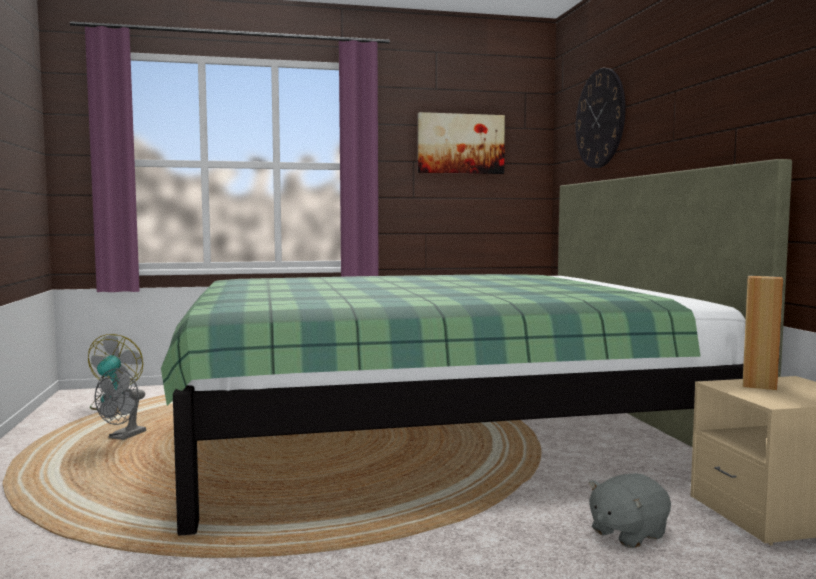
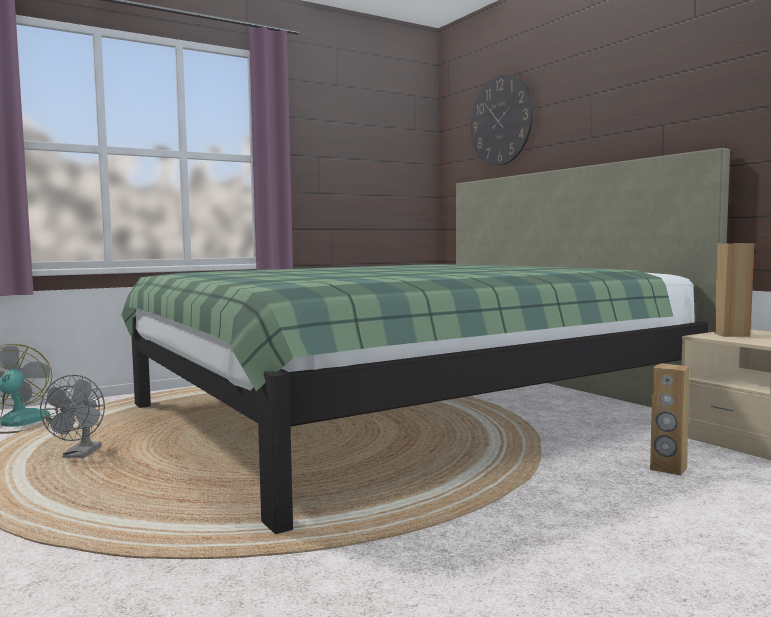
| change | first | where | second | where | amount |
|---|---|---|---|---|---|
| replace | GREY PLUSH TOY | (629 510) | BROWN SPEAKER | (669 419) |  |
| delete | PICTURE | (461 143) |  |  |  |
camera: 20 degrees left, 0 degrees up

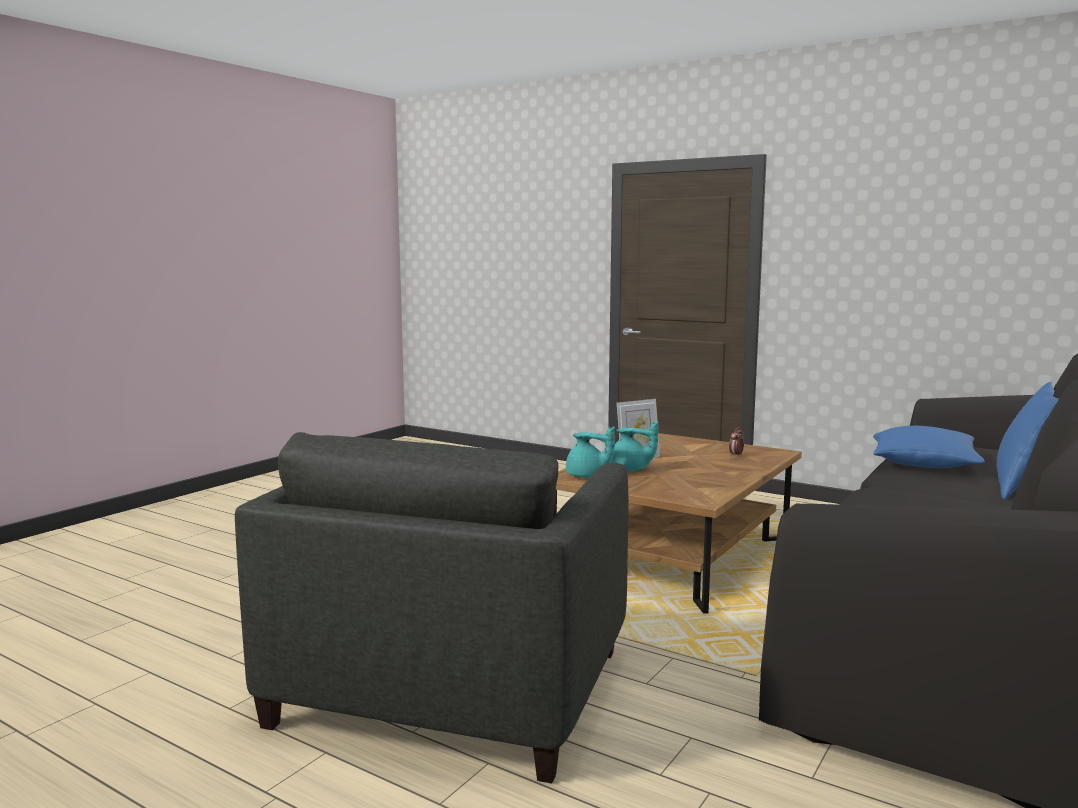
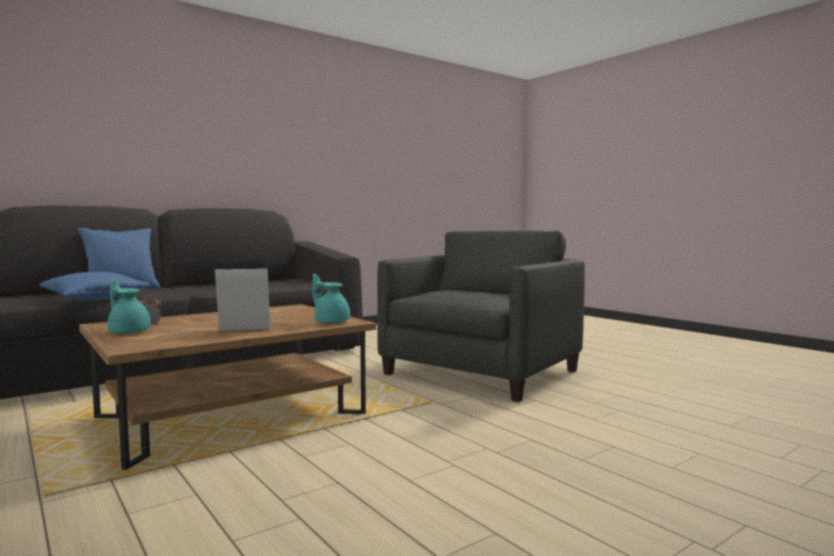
| change | first | where | second | where | amount |
|---|---|---|---|---|---|
| move | TURQUOISE TEAPOT | (634 446) |  | (129 306) |  |
camera: 160 degrees left, 5 degrees down

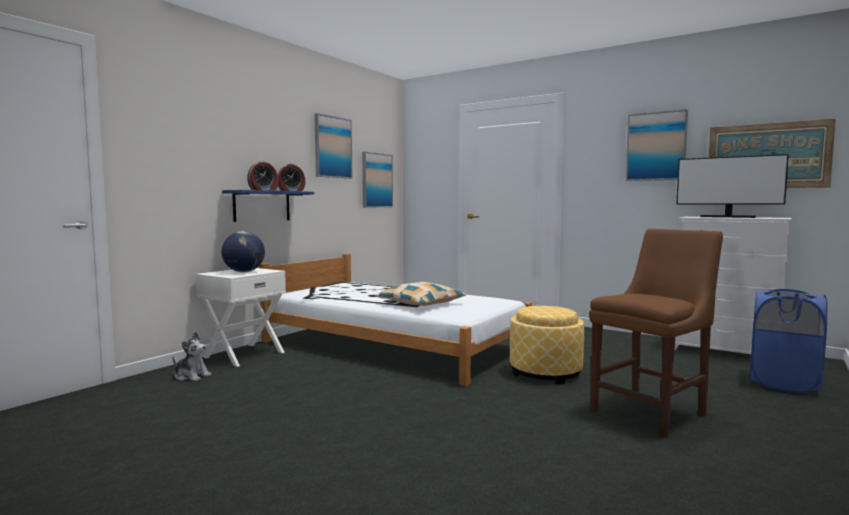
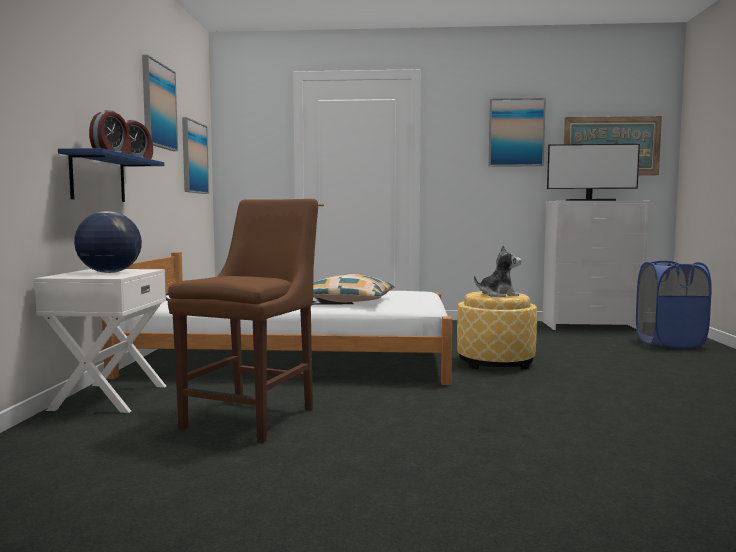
| change | first | where | second | where | amount |
|---|---|---|---|---|---|
| move | BROWN CHAIR | (656 333) |  | (243 321) |  |
| move | PLUSH TOY | (191 356) |  | (497 271) |  |
camera: 30 degrees left, 0 degrees up

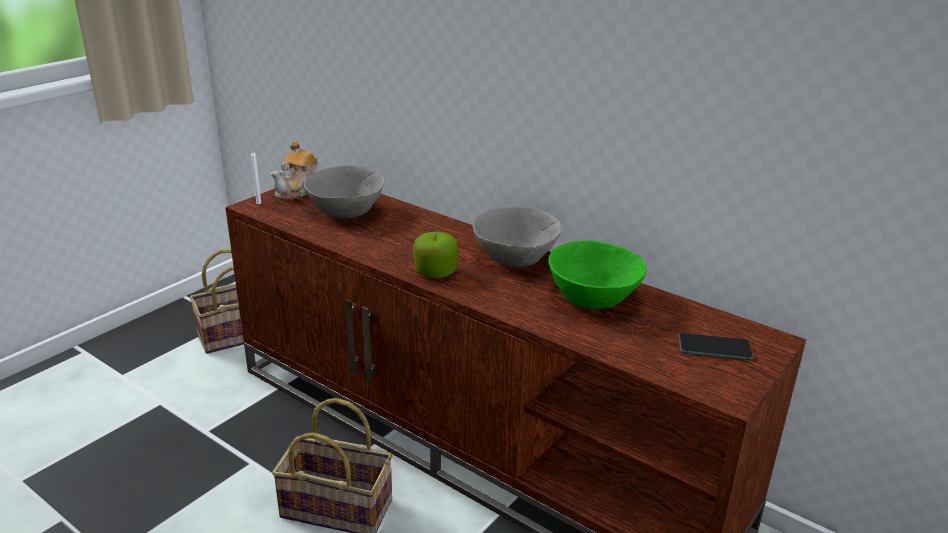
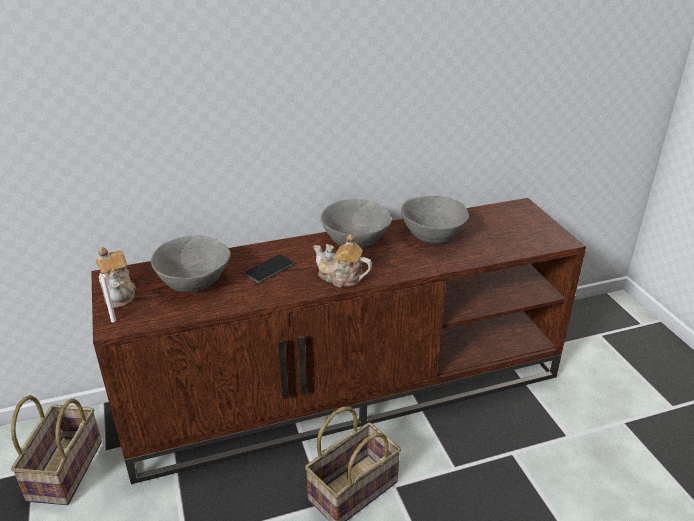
| change | first | where | second | where | amount |
|---|---|---|---|---|---|
| move | PHONE | (716 346) |  | (269 269) |  |
| replace | APPLE | (435 255) | TEAPOT | (342 261) |  |
| recolor | GREEN BOWL | (597 274) | GREY BOWL | (435 220) |  |
camera: 55 degrees left, 5 degrees up

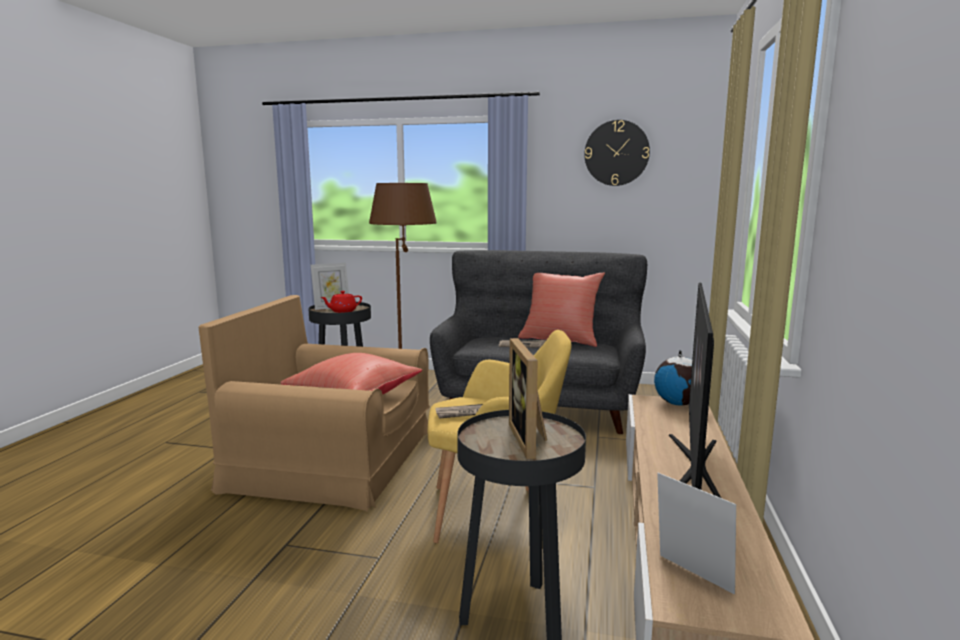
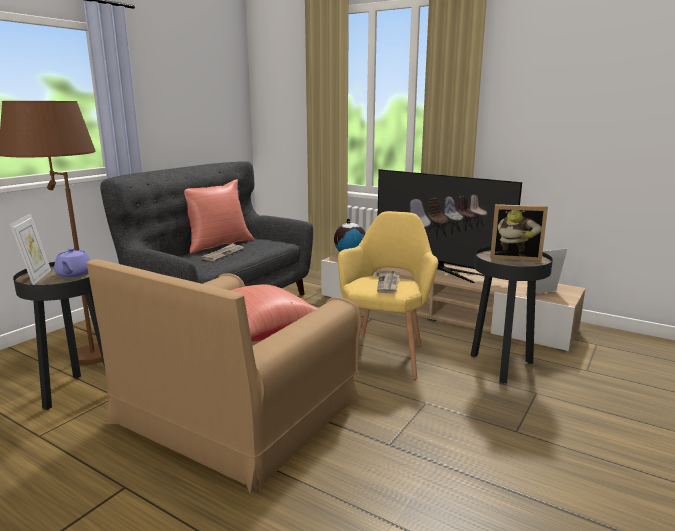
| change | first | where | second | where | amount |
|---|---|---|---|---|---|
| recolor | RED TEAPOT | (341 302) | PURPLE TEAPOT | (72 263) |  |
| delete | WALL CLOCK | (617 153) |  |  |  |
camera: 70 degrees left, 5 degrees up

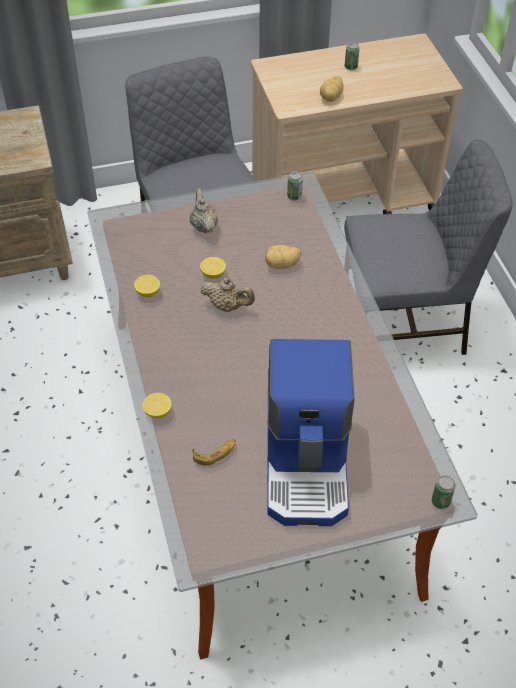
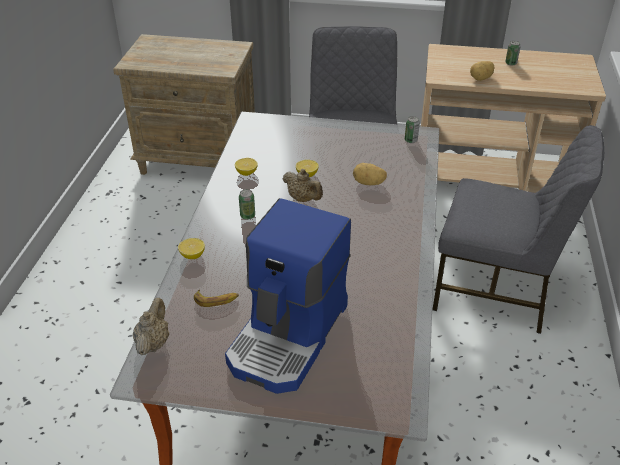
| change | first | where | second | where | amount |
|---|---|---|---|---|---|
| move | BEIGE TEAPOT | (203 211) |  | (151 326) |  |
| move | CAN | (443 492) |  | (247 204) |  |
camera: 25 degrees right, 10 degrees down

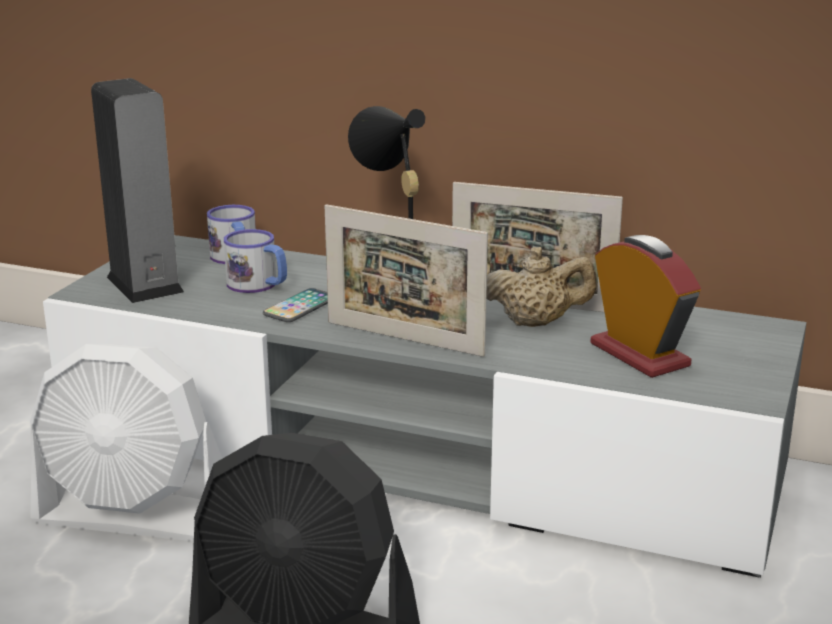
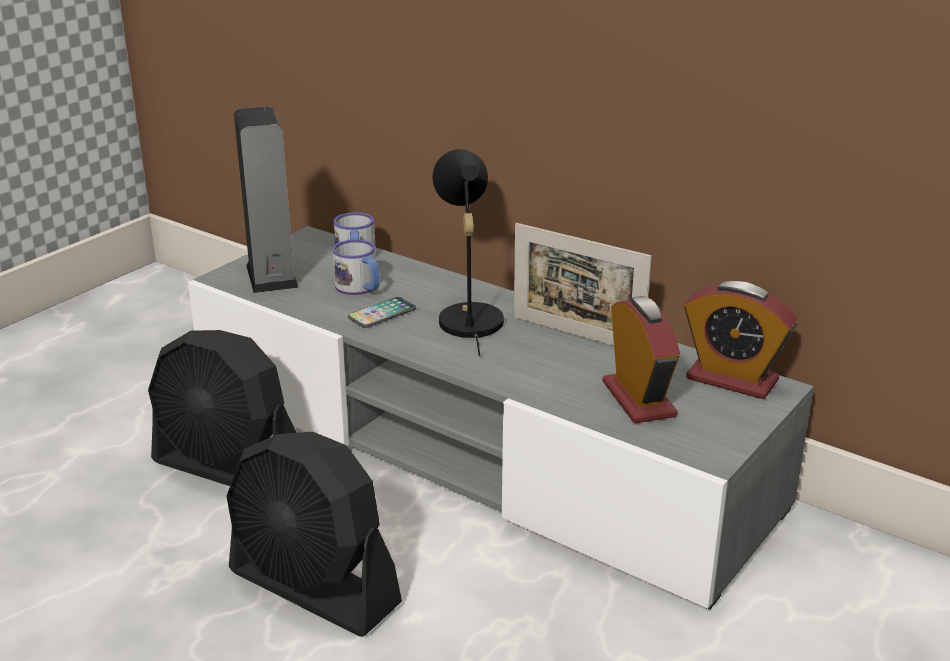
| change | first | where | second | where | amount |
|---|---|---|---|---|---|
| recolor | WHITE FAN | (126 442) | BLACK FAN | (222 408) |  |
| insert |  |  | ALARM CLOCK | (740 340) |  |
| delete | PICTURE FRAME | (406 280) |  |  |  |
| delete | BEIGE TEAPOT | (541 287) |  |  |  |
camera: 15 degrees right, 5 degrees up

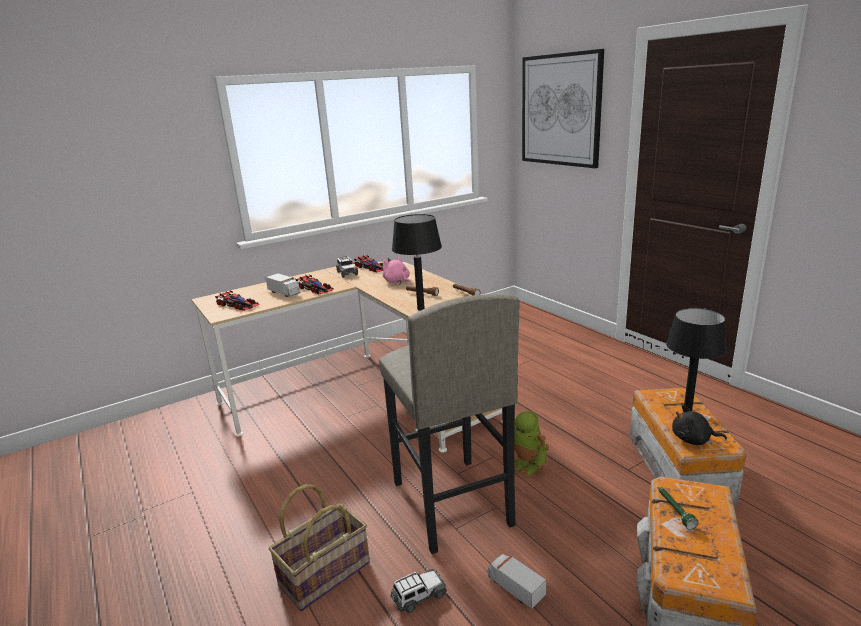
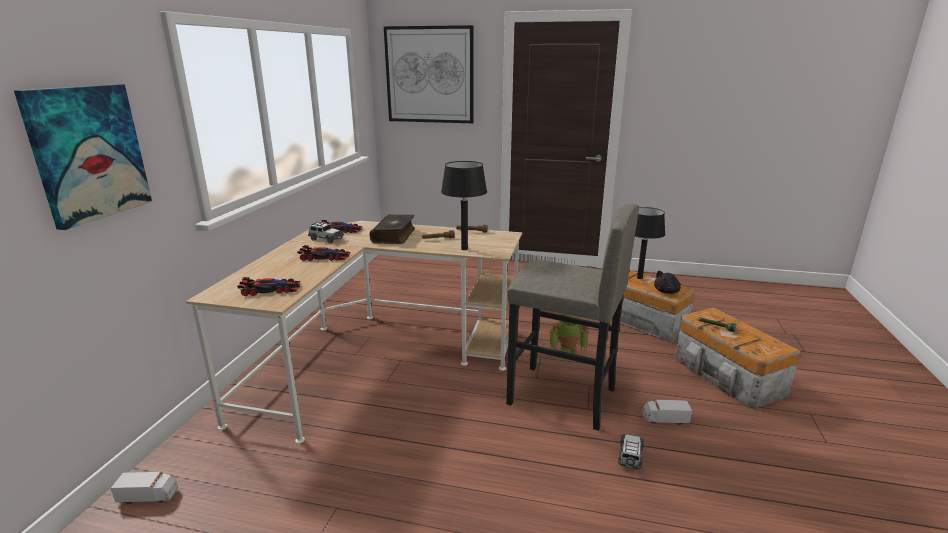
| change | first | where | second | where | amount |
|---|---|---|---|---|---|
| insert |  |  | PICTURE | (83 157) |  |
| move | TOY TRUCK | (283 285) |  | (144 487) |  |
| replace | PINK PLUSH TOY | (396 270) | BOOK | (392 229) |  |
| delete | BASKET | (319 547) |  |  |  |
camera: 45 degrees left, 0 degrees up

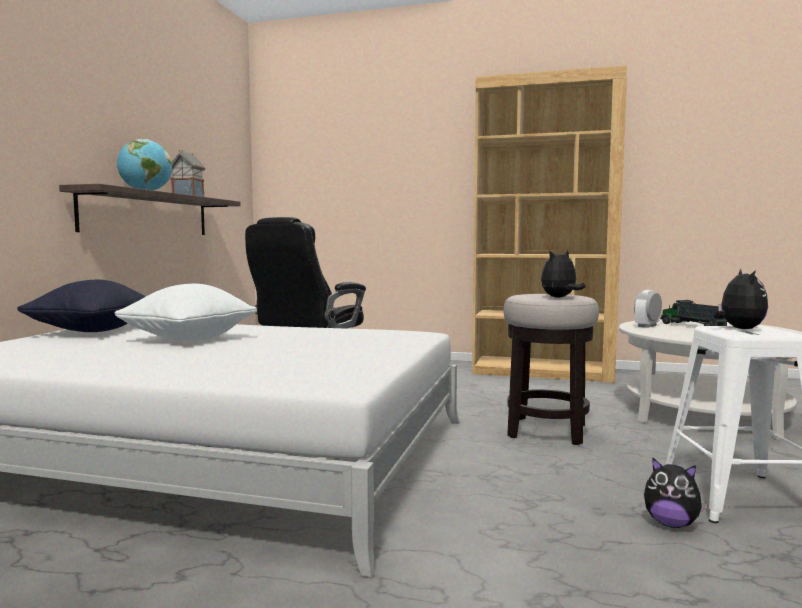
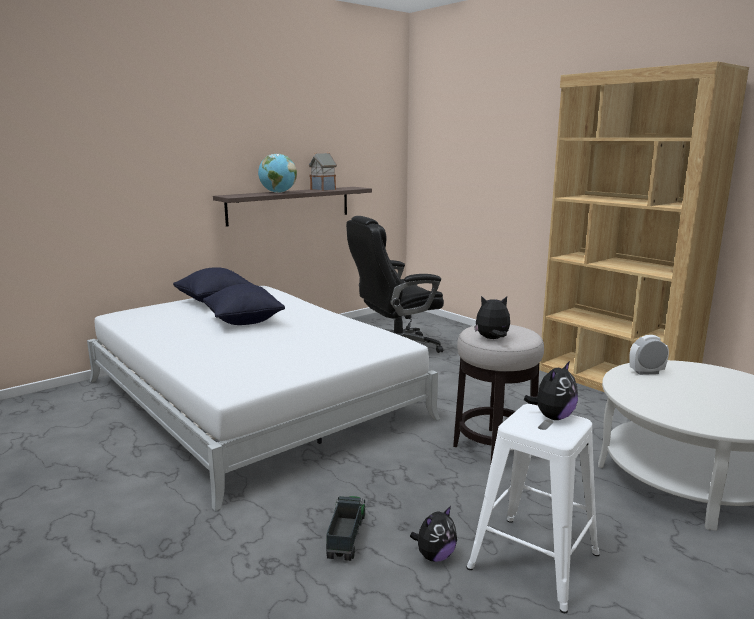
| change | first | where | second | where | amount |
|---|---|---|---|---|---|
| recolor | WHITE PILLOW | (186 312) | BLACK PILLOW | (244 304) |  |
| move | TOY TRUCK | (694 313) |  | (345 528) |  |
| rotate | PLUSH TOY | (676 493) |  | (433 534) | 105 degrees counterclockwise |
camera: 35 degrees right, 10 degrees up

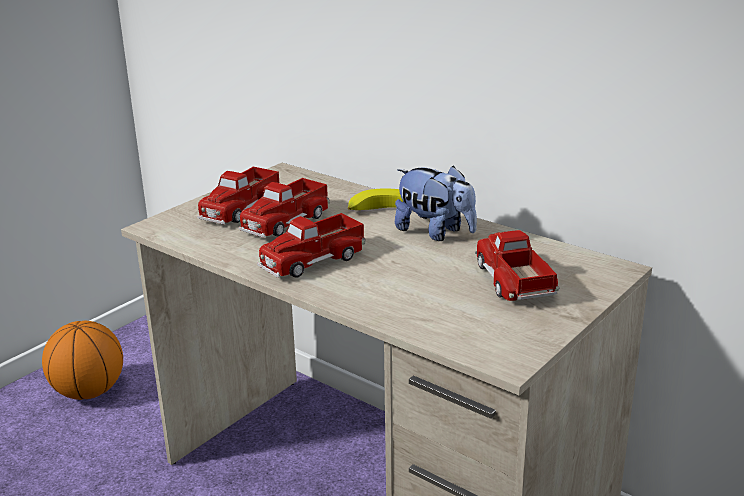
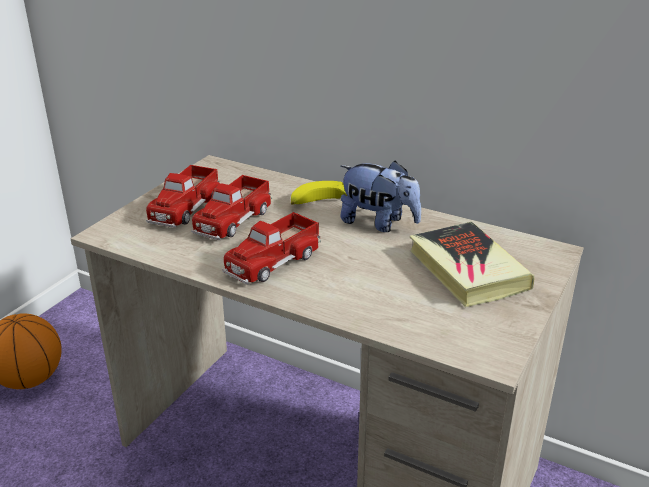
| change | first | where | second | where | amount |
|---|---|---|---|---|---|
| replace | TOY TRUCK | (517 265) | BOOK | (472 264) |  |
camera: 10 degrees left, 5 degrees up

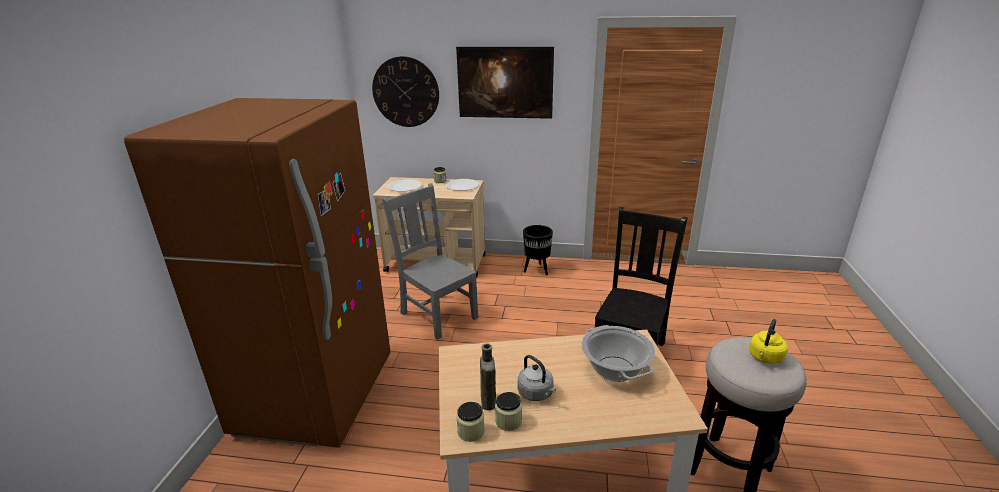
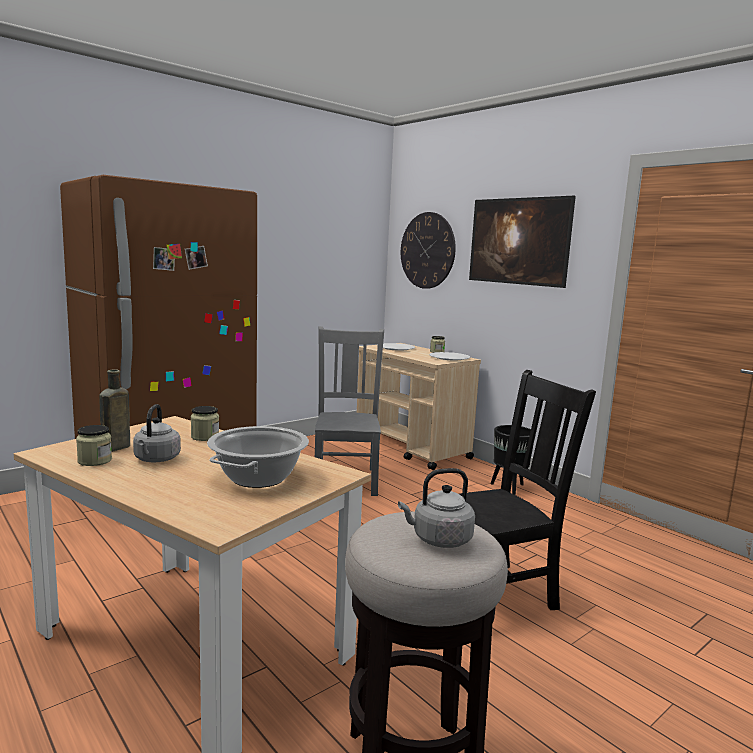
| change | first | where | second | where | amount |
|---|---|---|---|---|---|
| move | JAR | (471 422) |  | (205 423) |  |
| recolor | YELLOW KETTLE | (768 341) | GREY KETTLE | (436 508) |  |
camera: 40 degrees right, 15 degrees down

